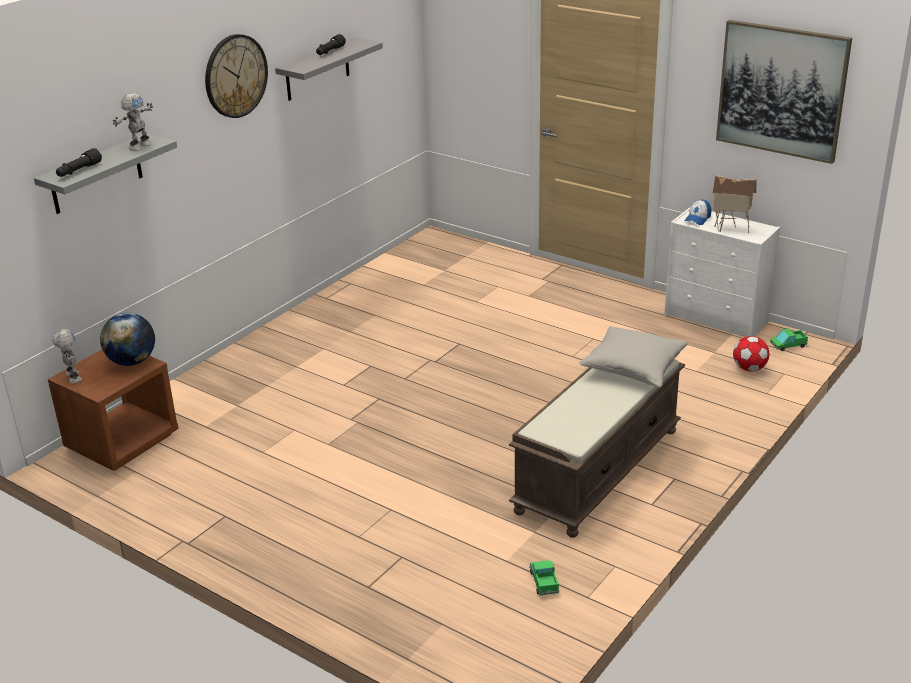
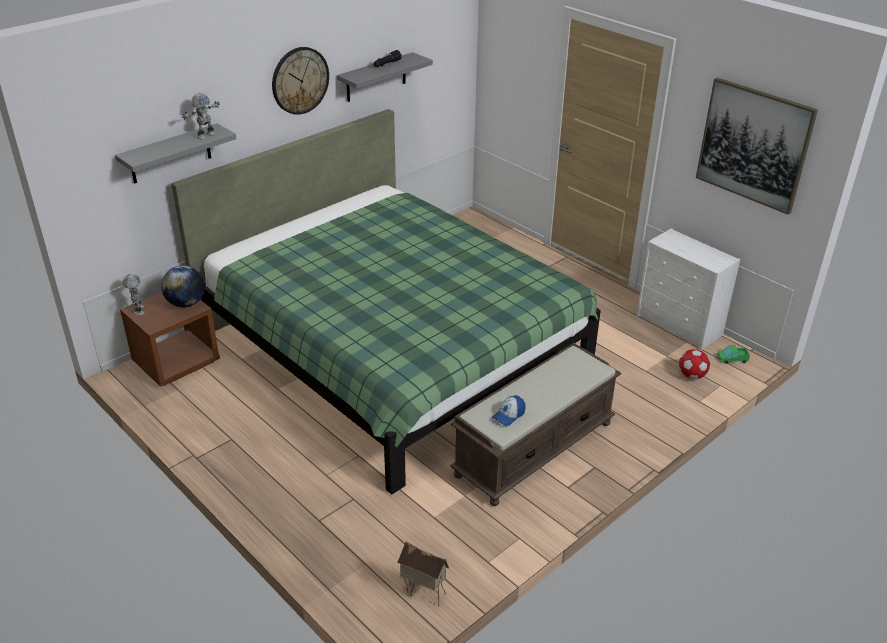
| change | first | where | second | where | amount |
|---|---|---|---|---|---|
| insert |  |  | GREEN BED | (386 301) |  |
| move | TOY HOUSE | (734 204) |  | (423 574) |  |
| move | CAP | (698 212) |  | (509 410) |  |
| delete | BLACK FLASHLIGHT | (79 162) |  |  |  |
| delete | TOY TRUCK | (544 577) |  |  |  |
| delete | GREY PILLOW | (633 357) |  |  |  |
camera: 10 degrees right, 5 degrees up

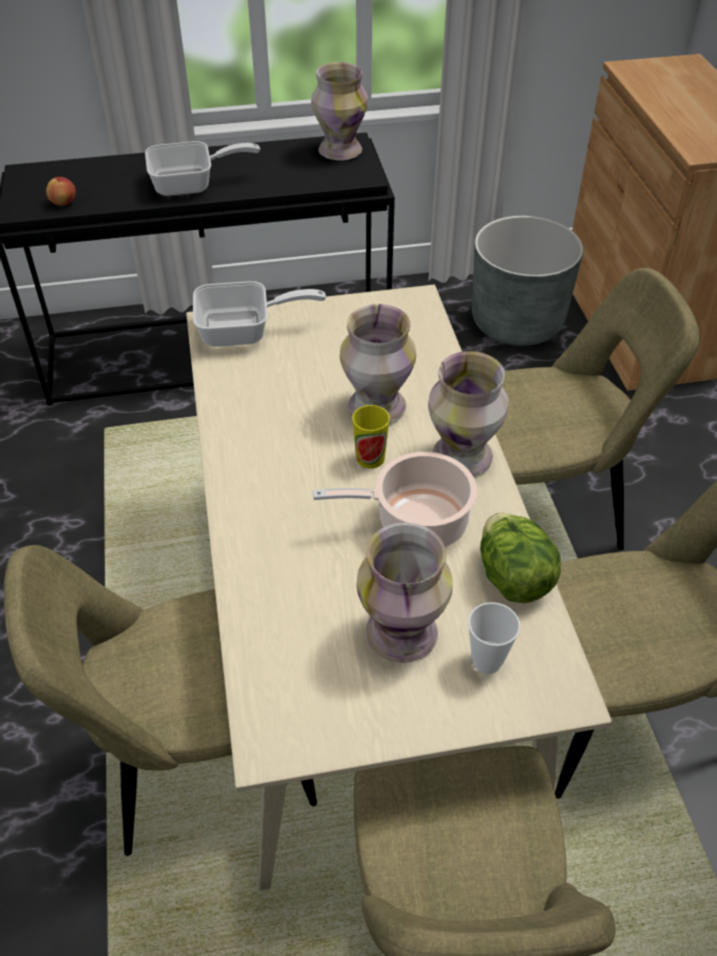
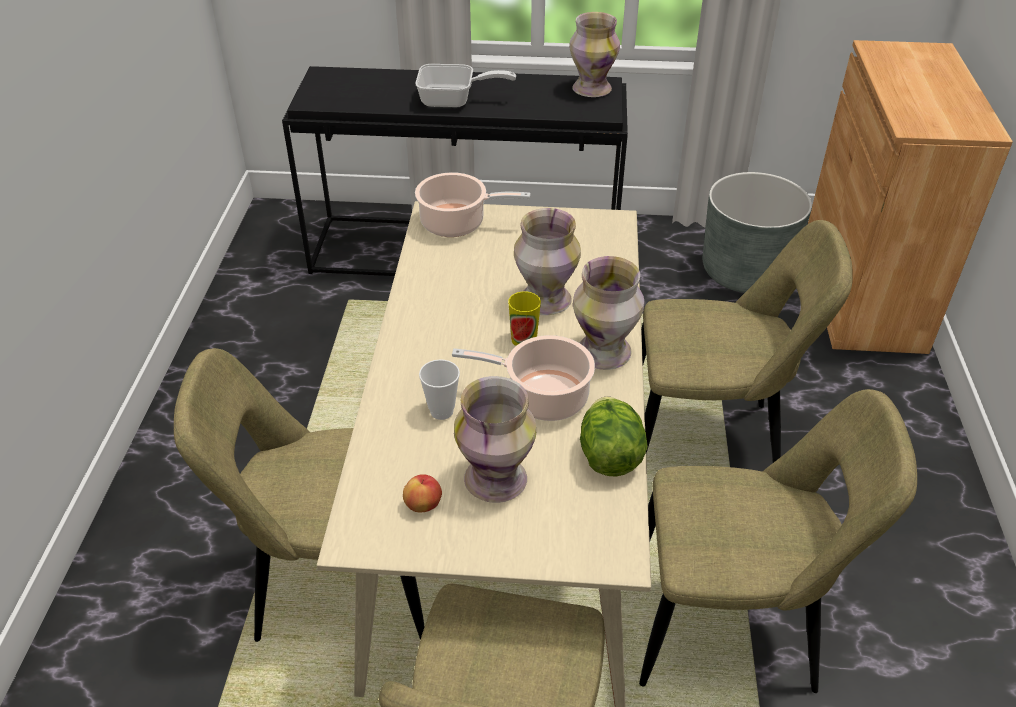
| change | first | where | second | where | amount |
|---|---|---|---|---|---|
| move | APPLE | (61 191) |  | (422 493) |  |
| replace | FRYING PAN | (259 314) | COOKING POT | (473 204) |  |
| move | CUP | (494 638) |  | (439 389) |  |
camera: 15 degrees right, 5 degrees down

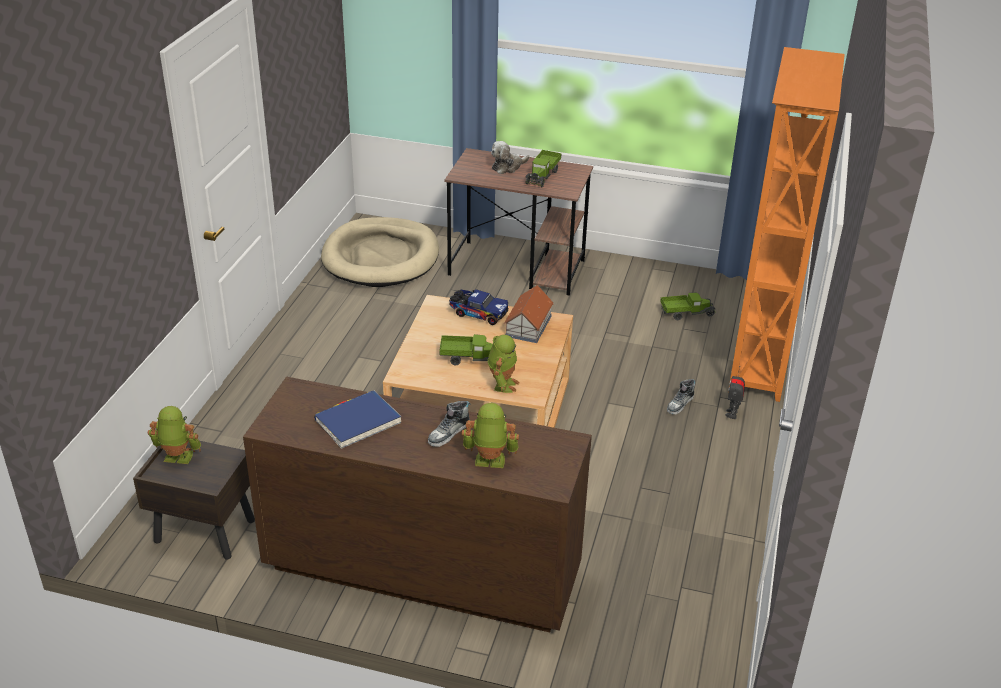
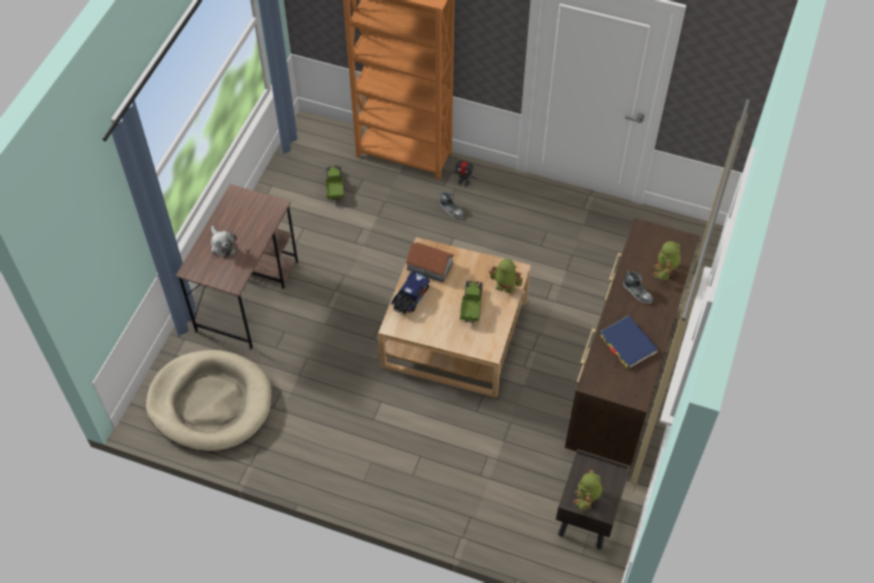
| change | first | where | second | where | amount |
|---|---|---|---|---|---|
| delete | TOY TRUCK | (543 168) |  |  |  |
camera: 85 degrees left, 20 degrees up

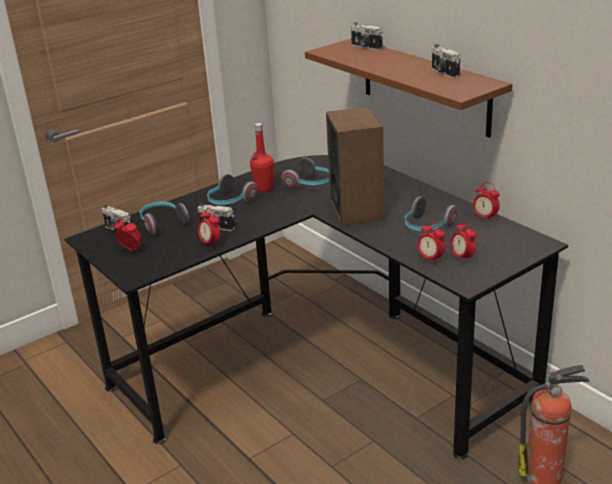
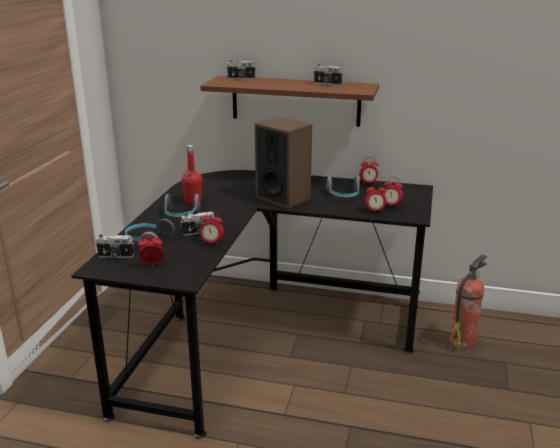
| change | first | where | second | where | amount |
|---|---|---|---|---|---|
| delete | HEADPHONES | (305 173) |  |  |  |
camera: 40 degrees left, 5 degrees down

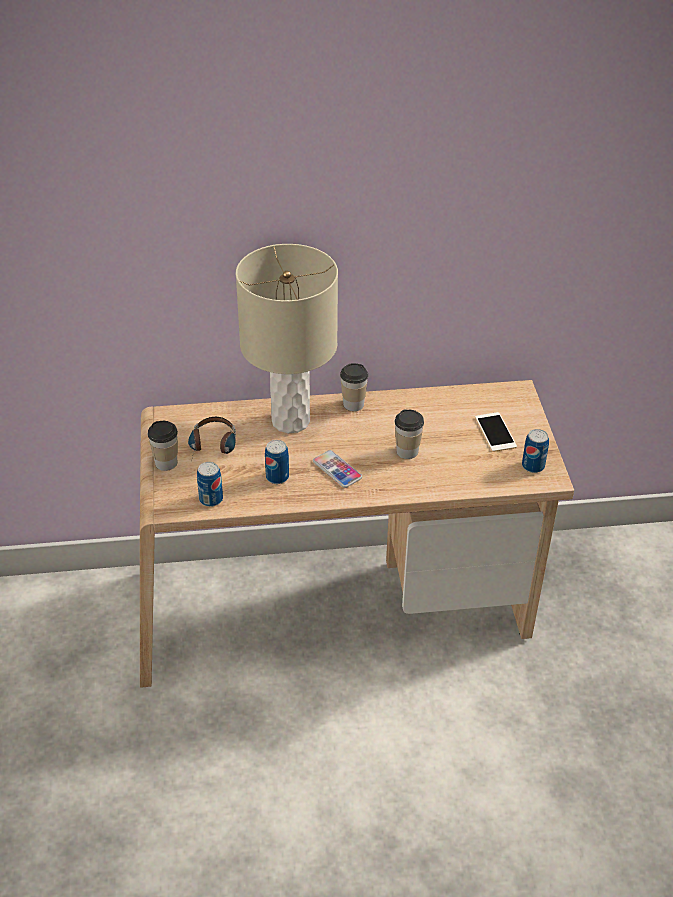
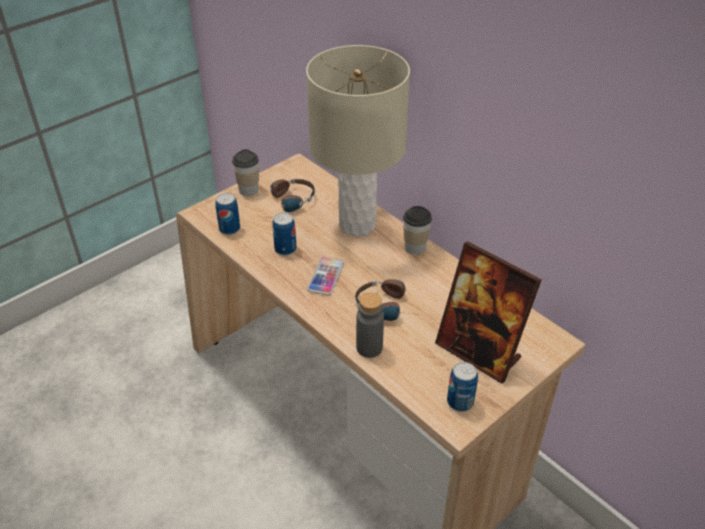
| change | first | where | second | where | amount |
|---|---|---|---|---|---|
| replace | CUP | (409 434) | HEADPHONES | (388 300) |  |
| insert |  |  | GREY BOTTLE | (370 325) |  |
| replace | PHONE | (496 432) | PICTURE FRAME | (488 312) |  |
camera: 55 degrees right, 0 degrees up

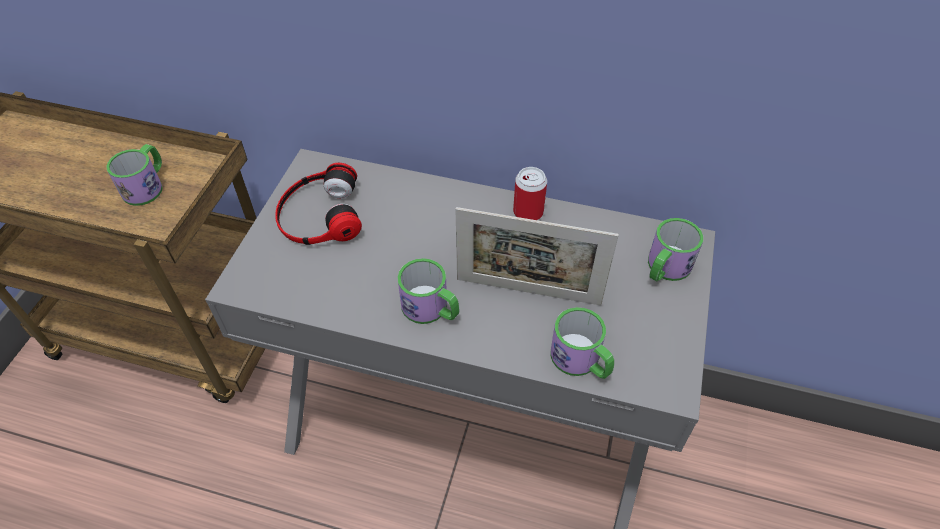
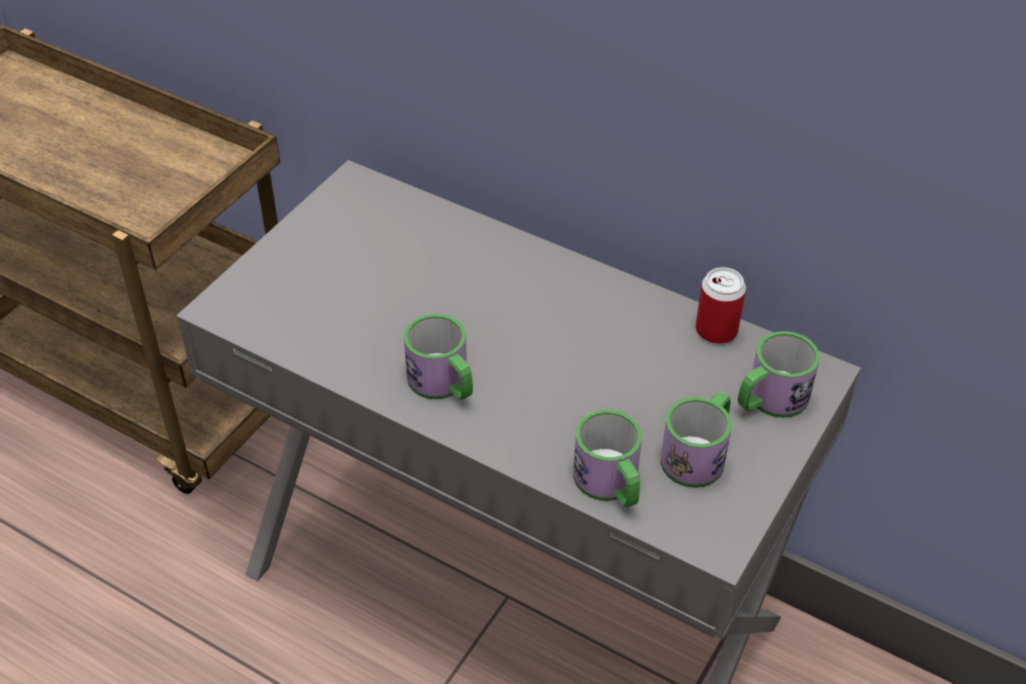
| change | first | where | second | where | amount |
|---|---|---|---|---|---|
| move | MUG | (134 175) |  | (696 439) |  |
| move | CAN | (530 193) |  | (721 305) |  |
| delete | HEADPHONES | (318 204) |  |  |  |
| delete | PICTURE FRAME | (537 256) |  |  |  |
camera: 15 degrees right, 5 degrees down

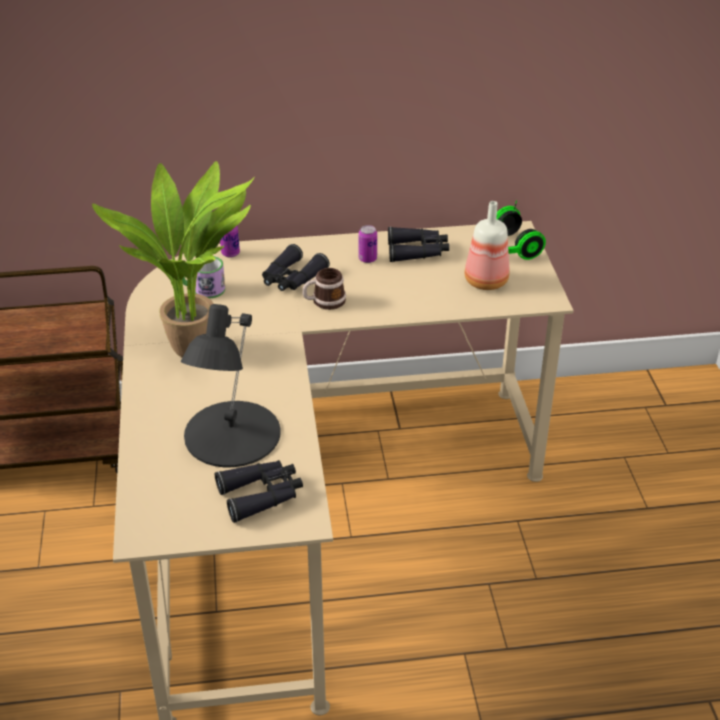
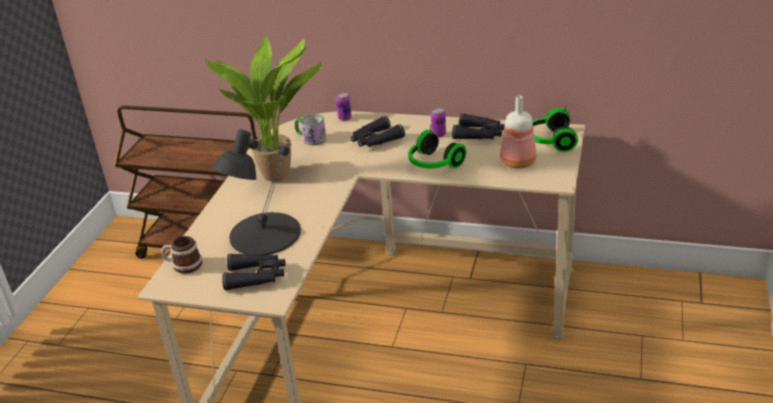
| change | first | where | second | where | amount |
|---|---|---|---|---|---|
| move | MUG | (324 289) |  | (182 255) |  |
| insert |  |  | HEADPHONES | (437 146) |  |
camera: 25 degrees right, 5 degrees down

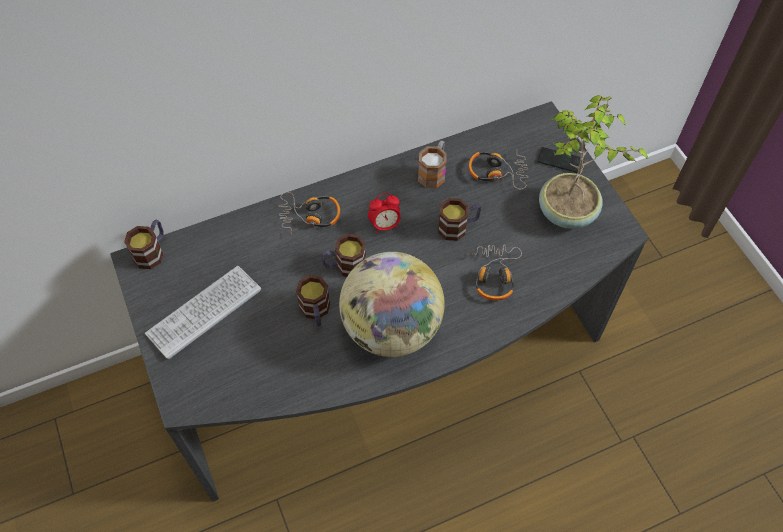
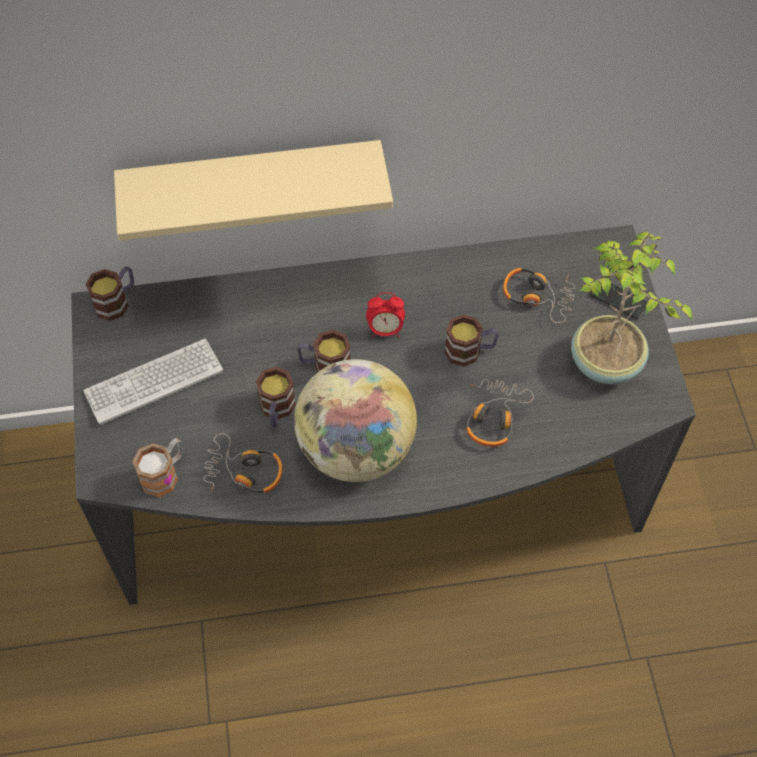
| change | first | where | second | where | amount |
|---|---|---|---|---|---|
| insert |  |  | BEIGE SHELF | (253 190) |  |
| move | MUG | (432 164) |  | (157 467) |  |
| move | HEADPHONES | (309 212) |  | (243 463) |  |
camera: 15 degrees right, 0 degrees up

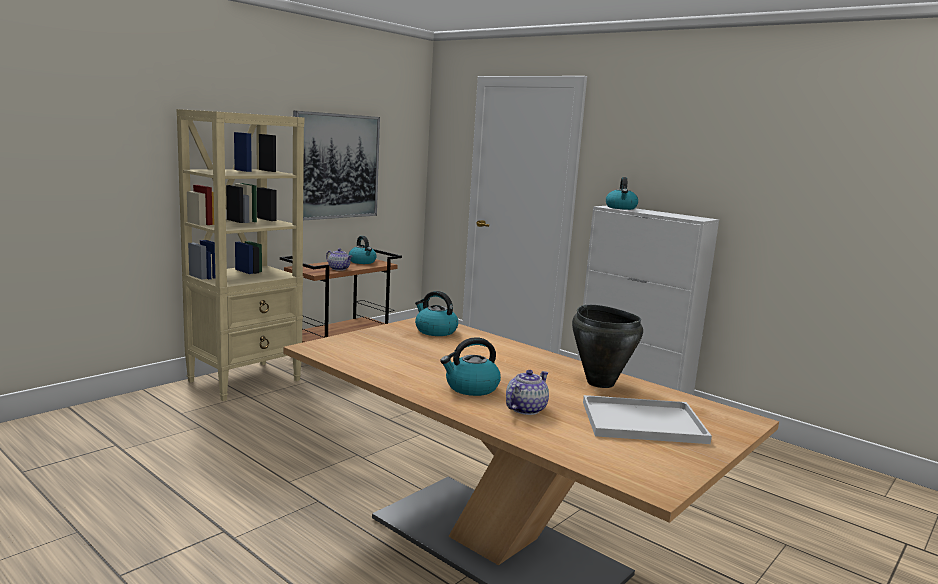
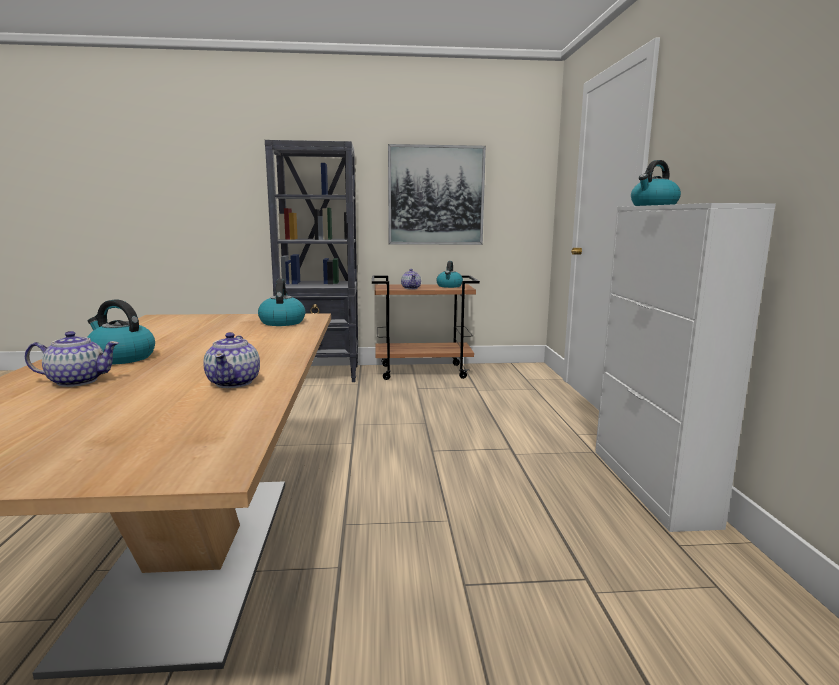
| change | first | where | second | where | amount |
|---|---|---|---|---|---|
| replace | BLACK COOKING POT | (607 346) | TEAPOT | (231 360) |  |
| recolor | BEIGE BOOKCASE | (240 255) | BLACK BOOKCASE | (311 261) |  |
| delete | WHITE TRAY | (647 419) |  |  |  |
camera: 45 degrees right, 0 degrees up

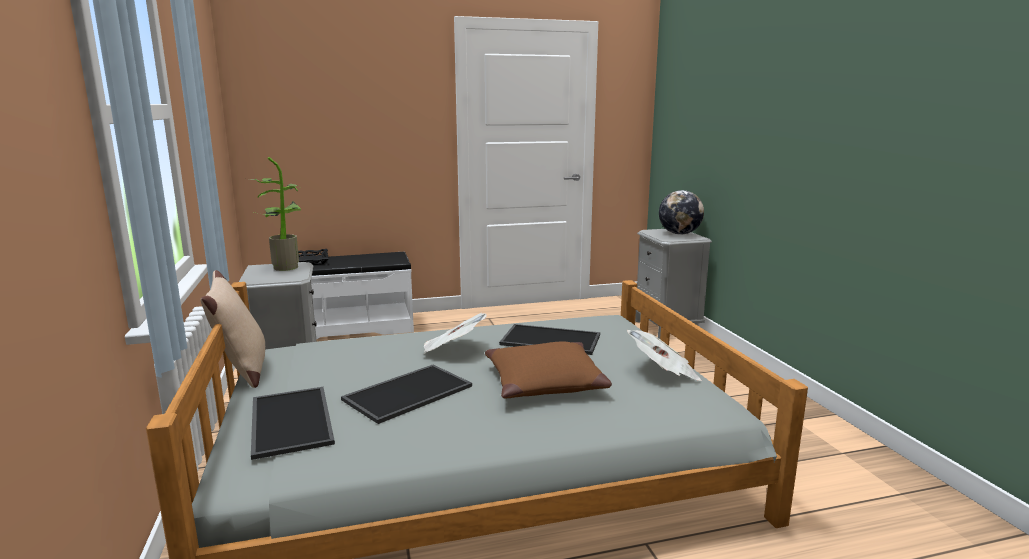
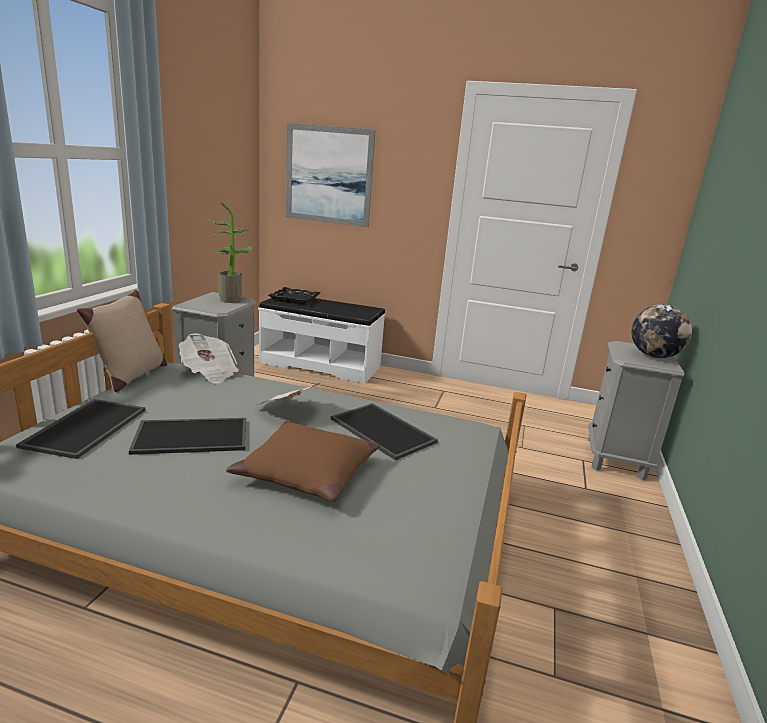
| change | first | where | second | where | amount |
|---|---|---|---|---|---|
| move | NEWSPAPER | (664 355) |  | (208 358) |  |
| insert |  |  | PICTURE | (331 175) |  |
camera: 30 degrees right, 5 degrees up

